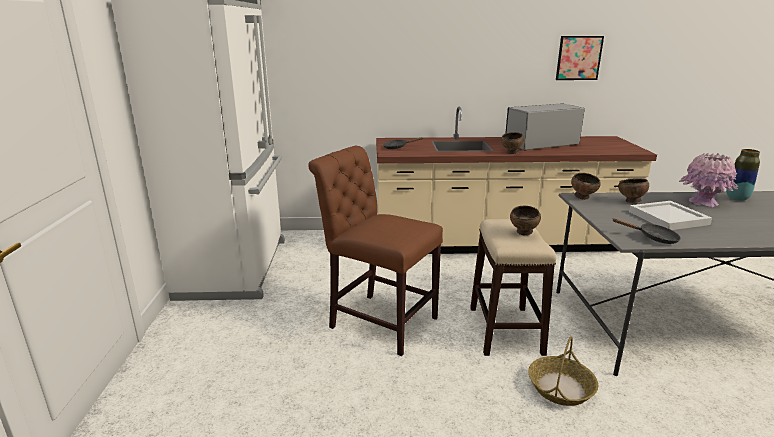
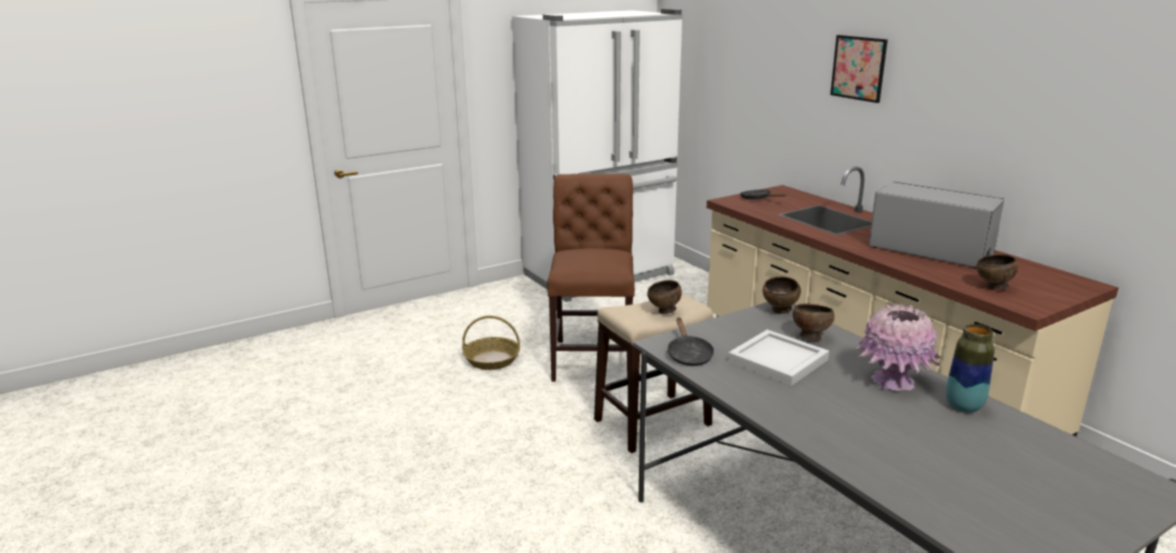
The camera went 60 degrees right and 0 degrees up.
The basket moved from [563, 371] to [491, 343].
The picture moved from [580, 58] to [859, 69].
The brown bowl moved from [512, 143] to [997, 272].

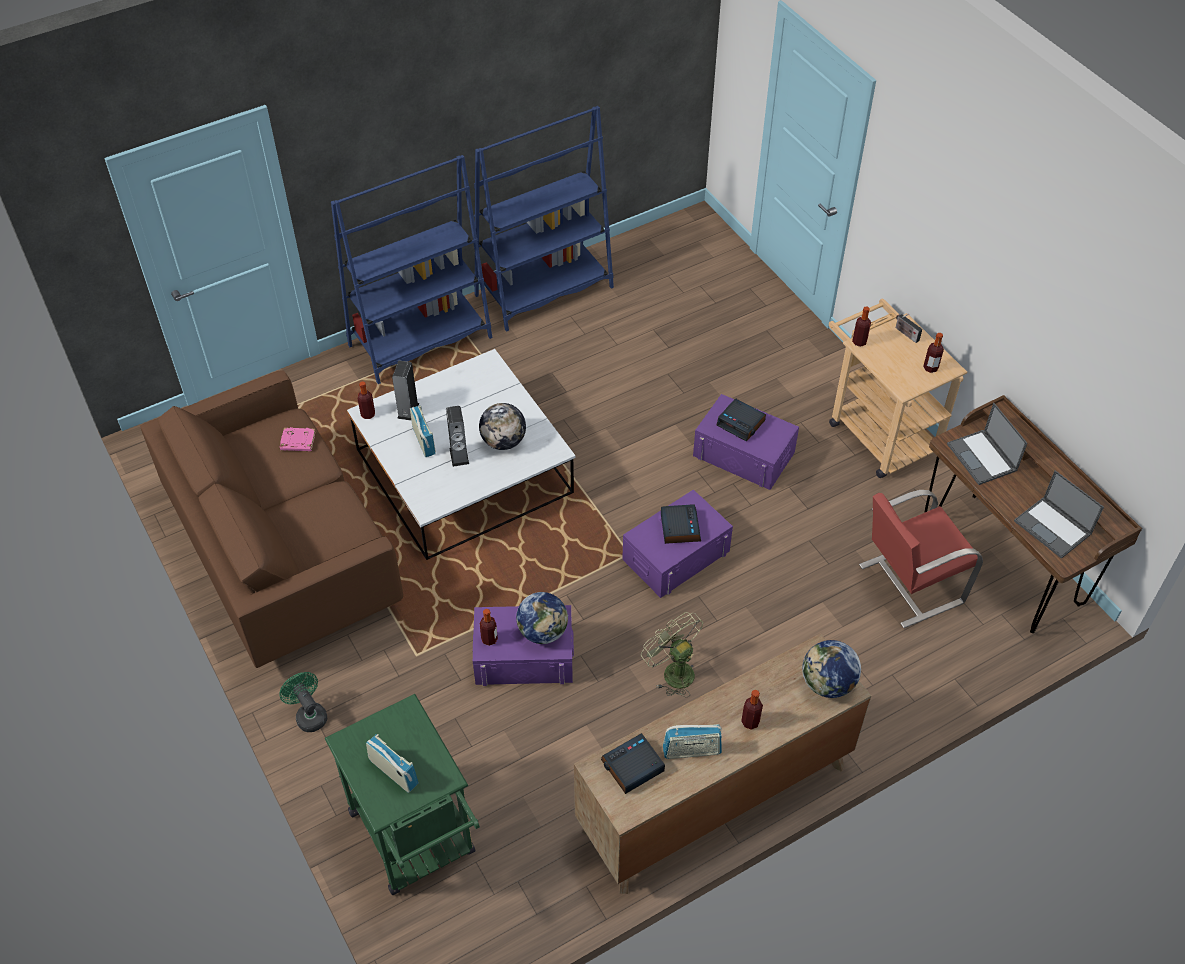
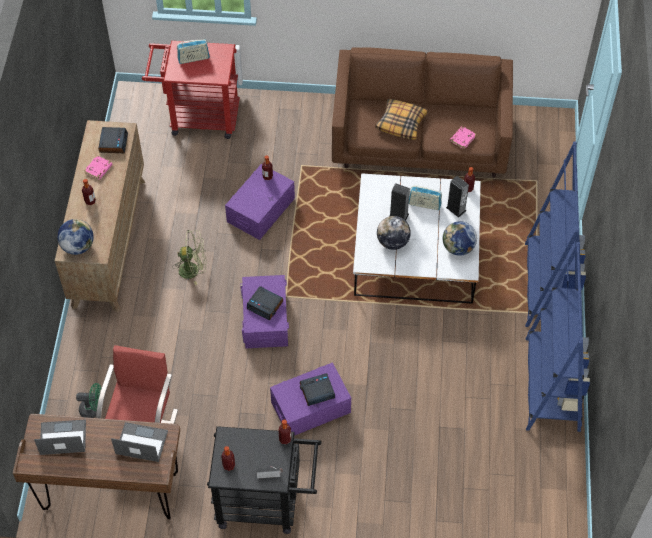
The camera went 125 degrees right and 5 degrees up.
The green fan moved from [303, 702] to [88, 400].
The radio at [692, 741] was replaced by the pink book at [98, 168].
The green cart at [402, 794] became the red cart at [191, 90].
The beige cart at [898, 388] became the black cart at [264, 480].
The pillow at [401, 119] appeared.
The globe moved from [542, 618] to [459, 238].

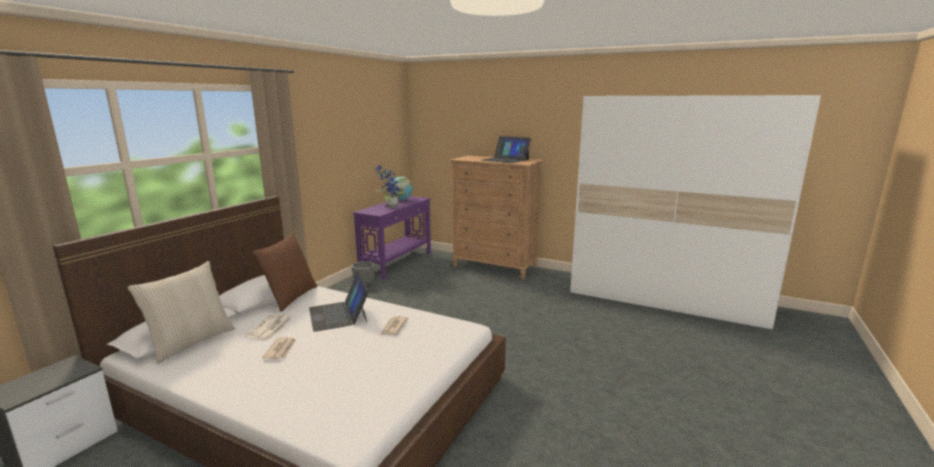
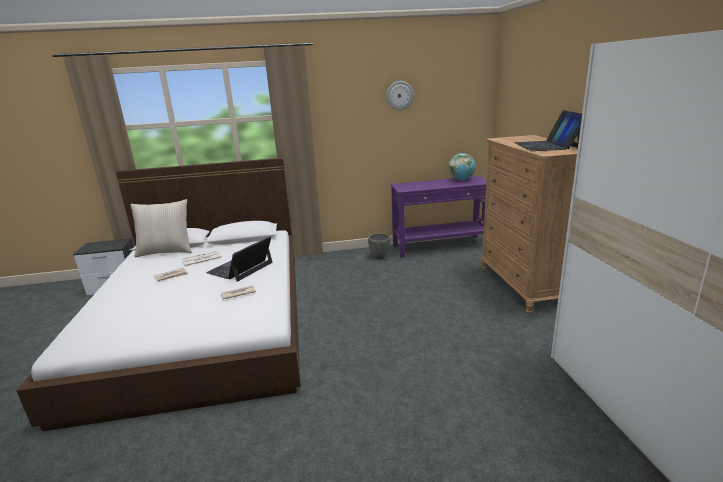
The camera went 55 degrees right and 5 degrees up.
The wall clock at [400, 96] appeared.
The brown pillow at [285, 272] disappeared.
The potted plant at [390, 186] disappeared.

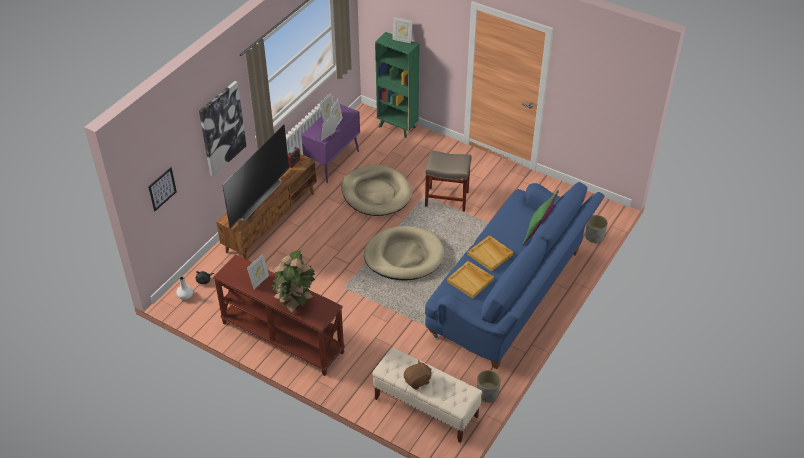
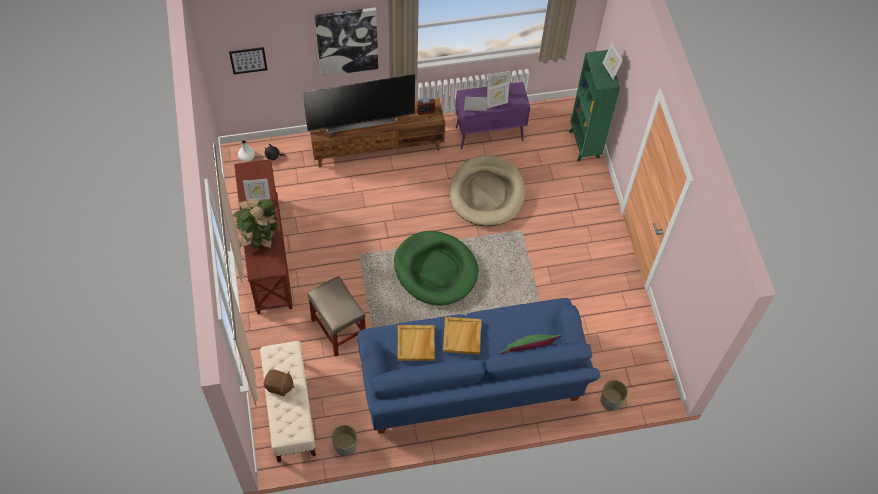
The camera went 45 degrees right and 15 degrees up.
The beige stool moved from [448, 181] to [336, 316].
The beige dog bed at [404, 253] became the green dog bed at [436, 268].

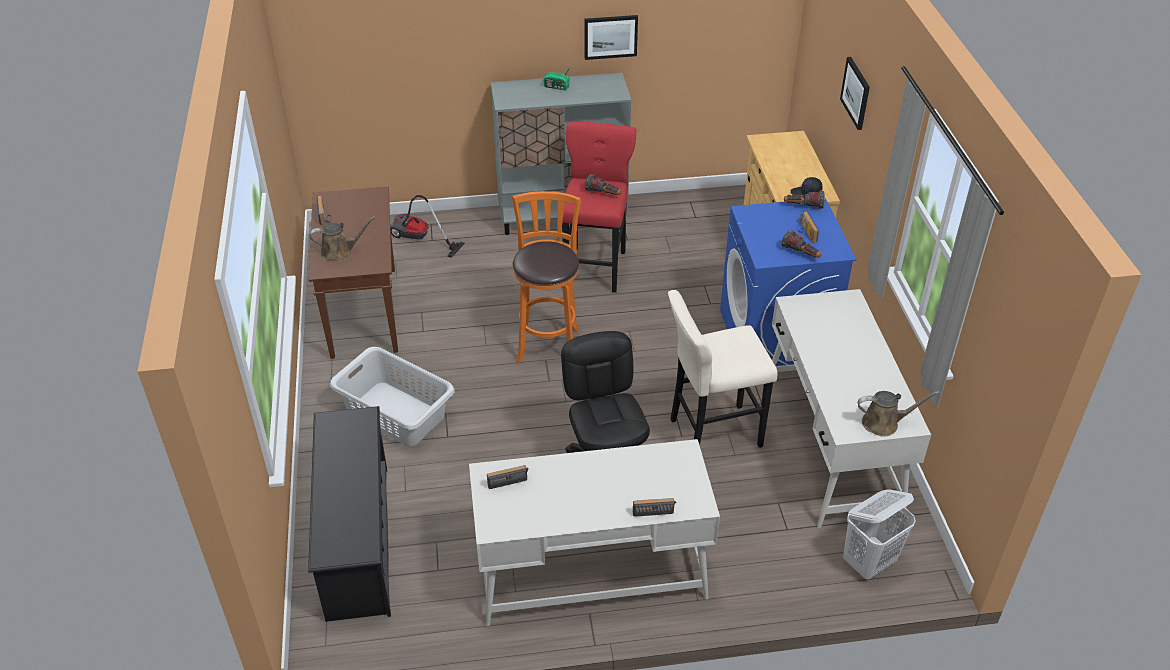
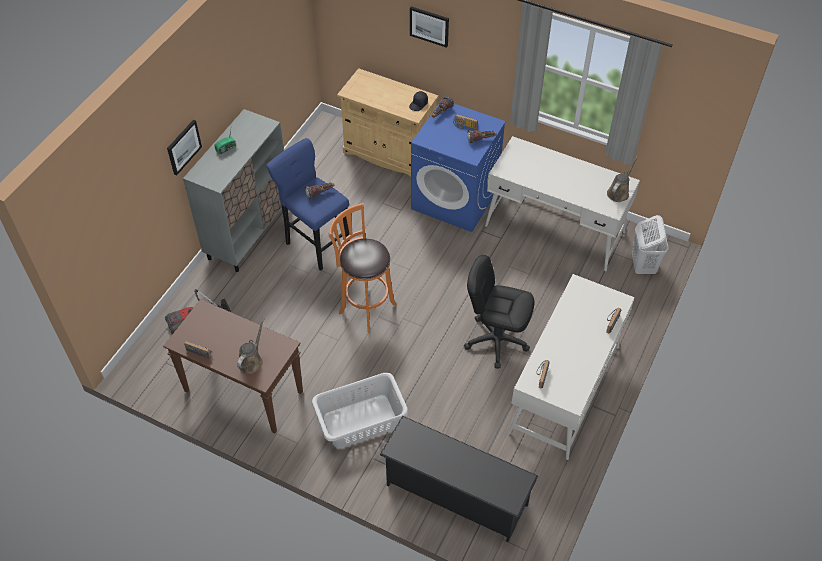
The camera went 55 degrees left and 10 degrees up.
The picture moved from [611, 37] to [184, 148].
The red stool at [599, 207] became the blue stool at [307, 204].
The beige stool at [723, 369] disappeared.

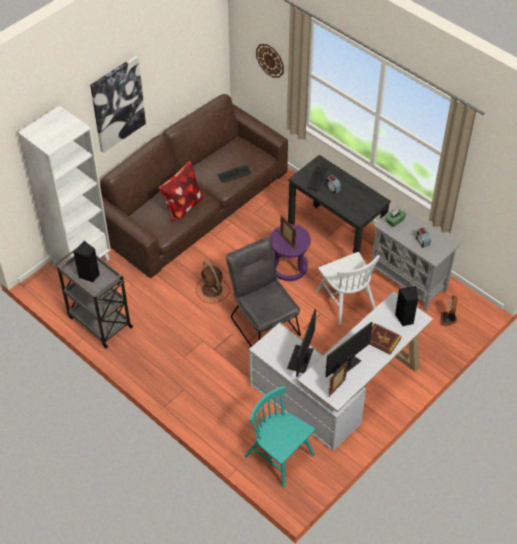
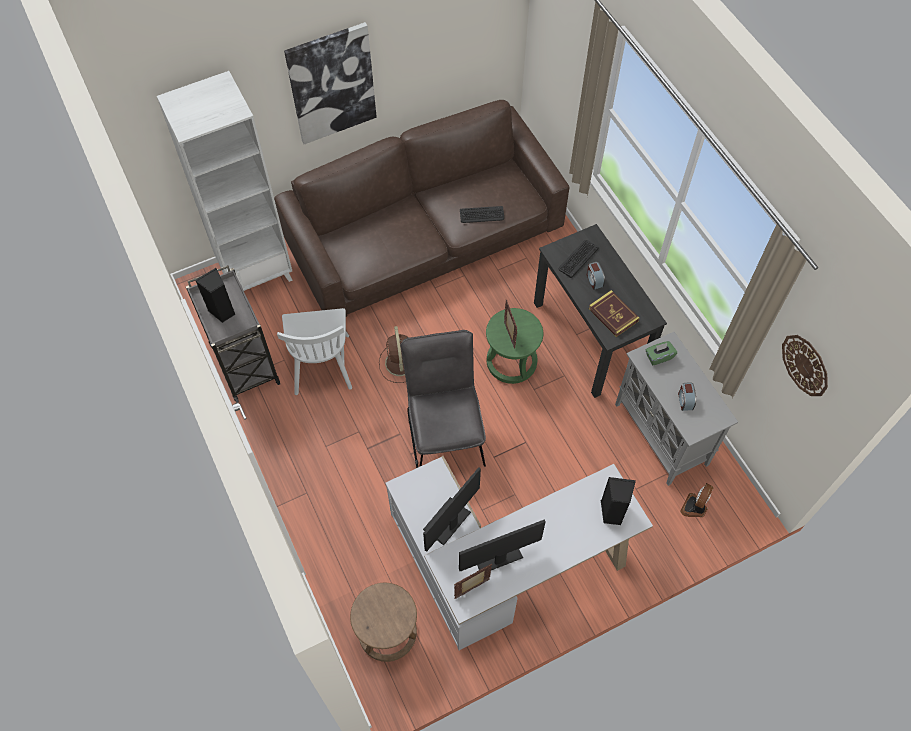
The camera went 20 degrees right and 10 degrees up.
The white chair moved from [348, 288] to [314, 351].
The turquoise chair at [280, 437] was replaced by the brown stool at [383, 622].
The purple stool at [290, 252] became the green stool at [514, 346].
The book moved from [385, 338] to [614, 313].
The wall clock moved from [270, 61] to [805, 365].
The pillow at [181, 191] disappeared.

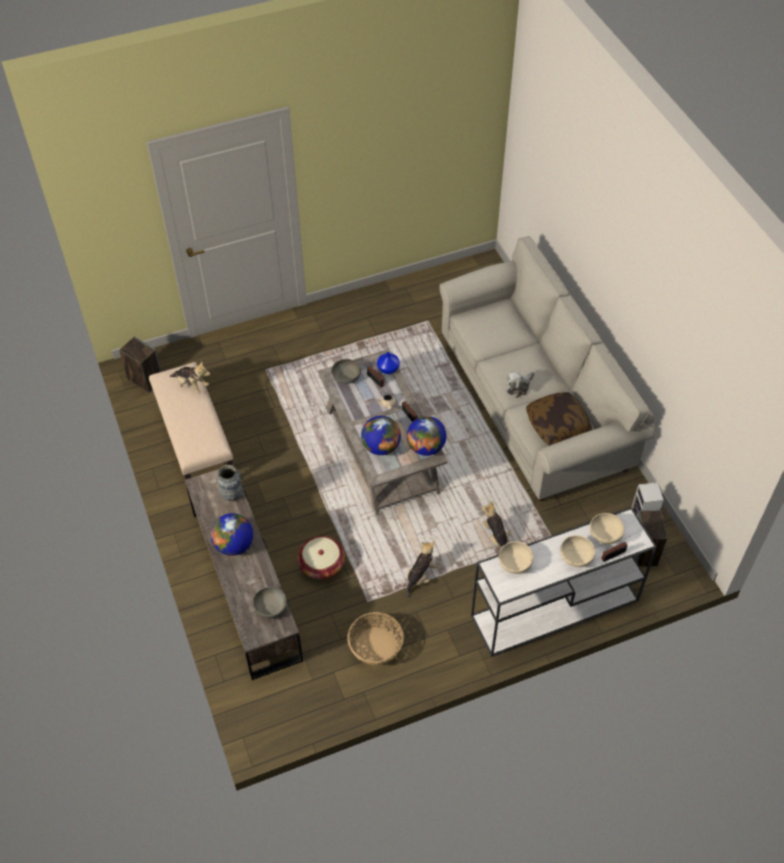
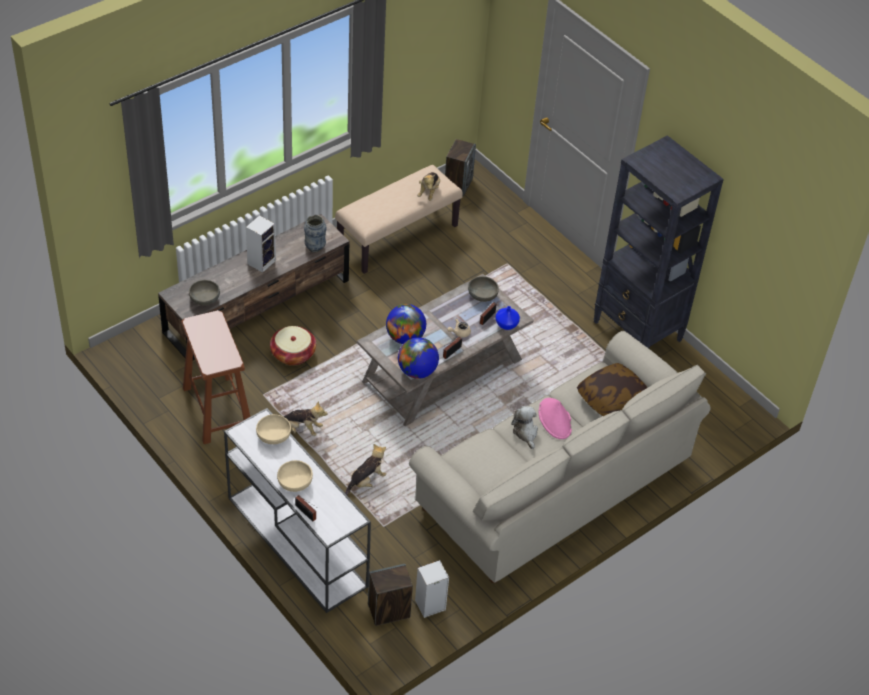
The camera went 70 degrees right and 5 degrees down.
The basket at [375, 638] was replaced by the brown stool at [216, 377].
The globe at [232, 534] was replaced by the speaker at [261, 244].
The plush toy at [521, 384] turned 45 degrees clockwise.
The pink hat at [555, 418] appeared.
The pillow moved from [559, 419] to [612, 389].
The black bookcase at [658, 241] appeared.
The beige bowl at [607, 528] disappeared.

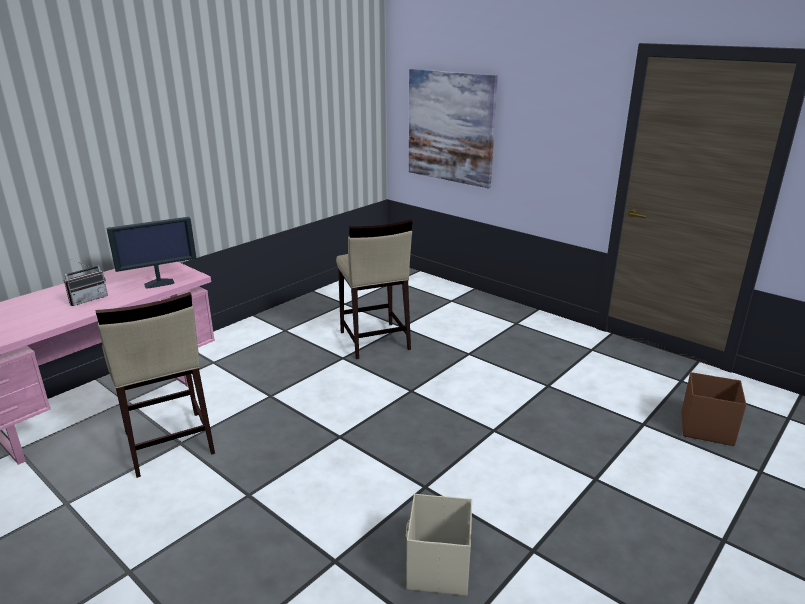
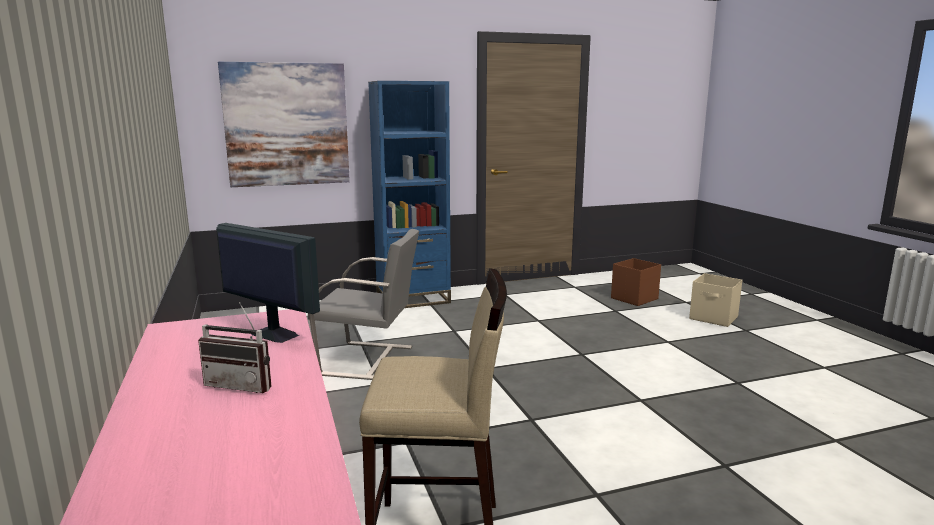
The camera went 60 degrees left and 10 degrees down.
The radio at [86, 282] turned 120 degrees clockwise.
The monitor at [151, 253] turned 60 degrees counterclockwise.
The beige stool at [374, 289] was replaced by the grey chair at [363, 304].
The blue bookcase at [409, 194] appeared.
The beige storage box moved from [439, 545] to [715, 300].

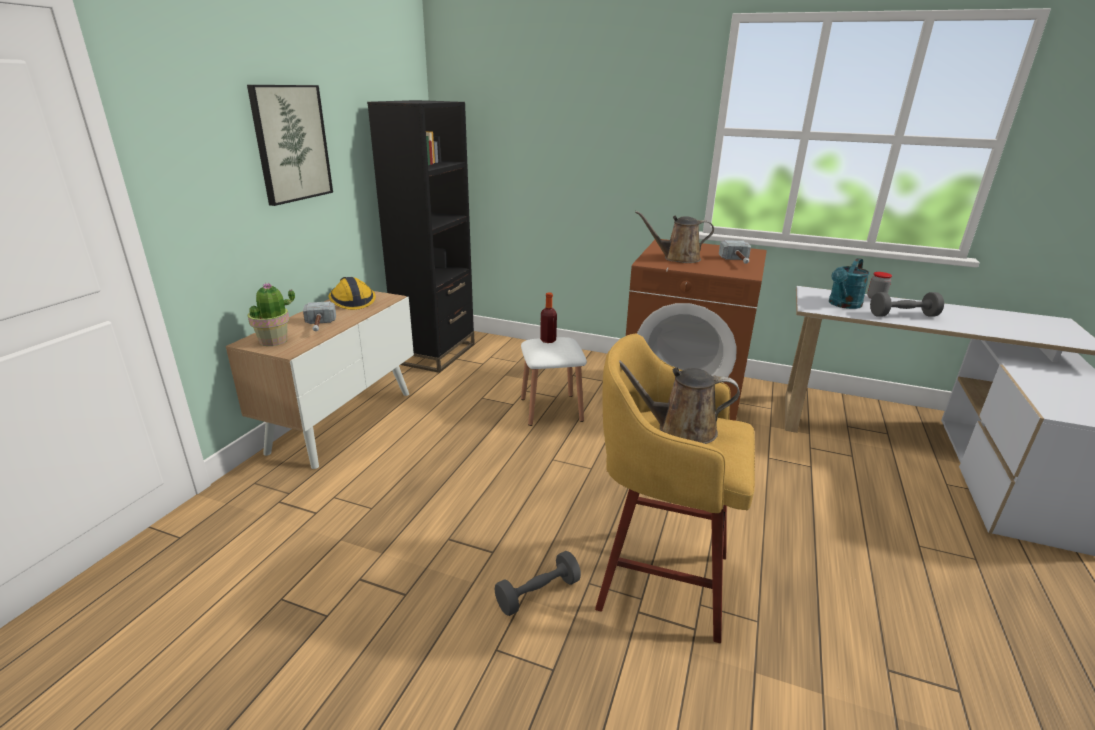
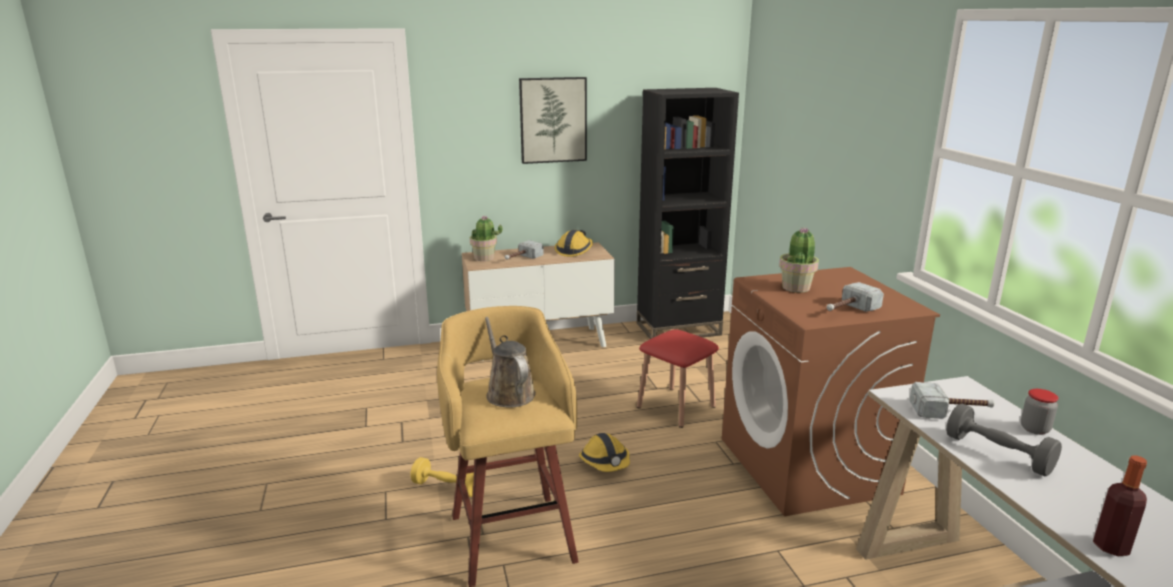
The camera went 55 degrees right and 5 degrees down.
The grey dumbbell at [537, 583] became the yellow dumbbell at [442, 477].
The hard hat at [604, 452] appeared.
The white stool at [554, 381] became the red stool at [678, 378].
The brown watering can at [674, 237] was replaced by the potted plant at [799, 260].
The turquoise watering can at [849, 283] was replaced by the hammer at [952, 400].
The bottle moved from [548, 317] to [1120, 505].

